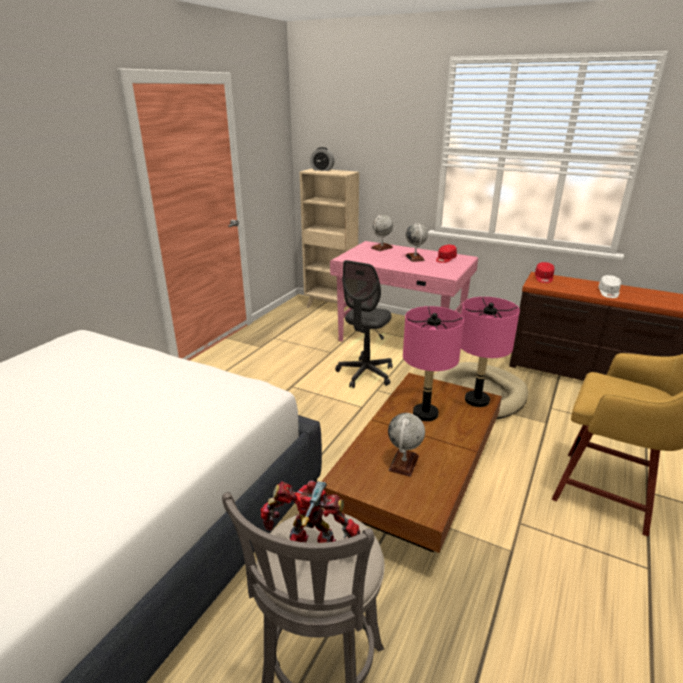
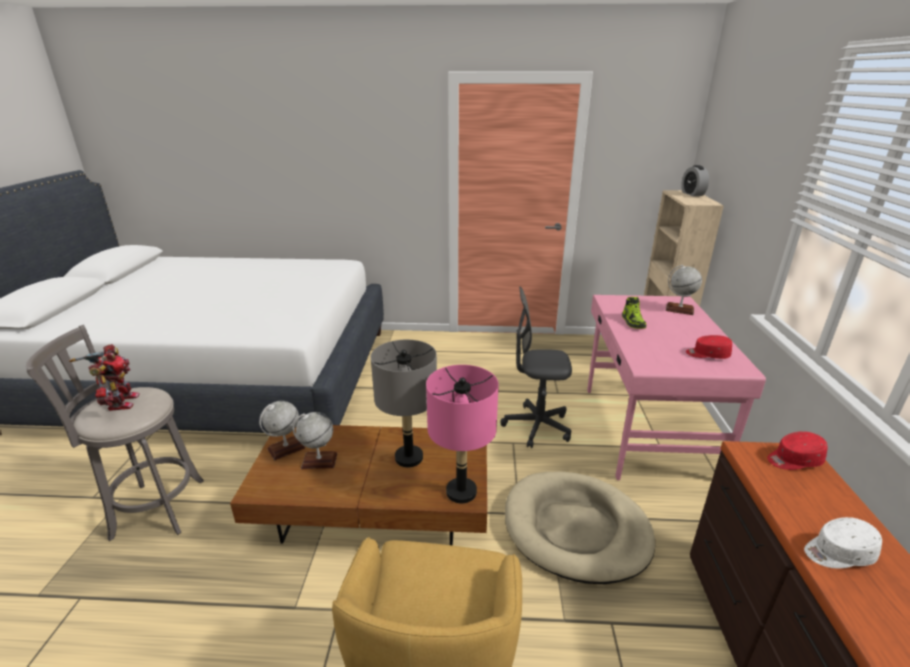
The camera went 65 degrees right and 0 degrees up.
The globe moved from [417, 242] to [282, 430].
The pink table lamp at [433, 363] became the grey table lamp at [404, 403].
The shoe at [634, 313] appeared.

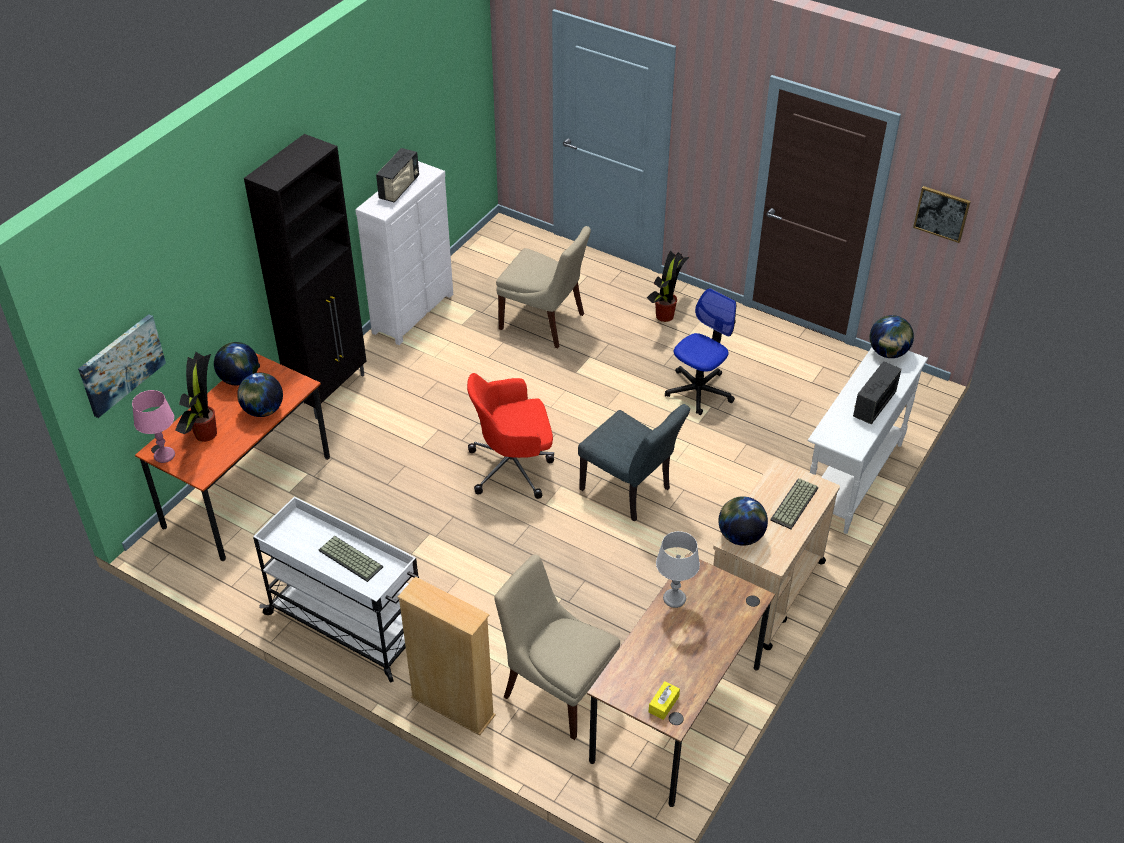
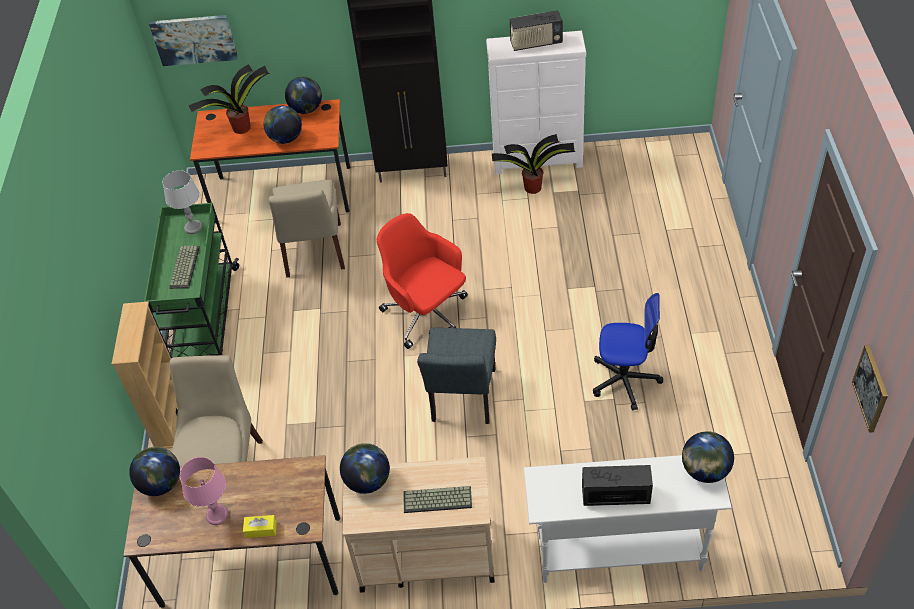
The camera went 60 degrees right and 5 degrees up.
The globe at [154, 471] appeared.
The white cart at [336, 589] became the green cart at [191, 280].
The grey table lamp moved from [678, 569] to [182, 202].
The pink table lamp moved from [153, 426] to [204, 491].
The yellow tissue box moved from [664, 700] to [260, 526].
The beige chair moved from [543, 287] to [306, 229].
The potted plant moved from [668, 286] to [533, 164].

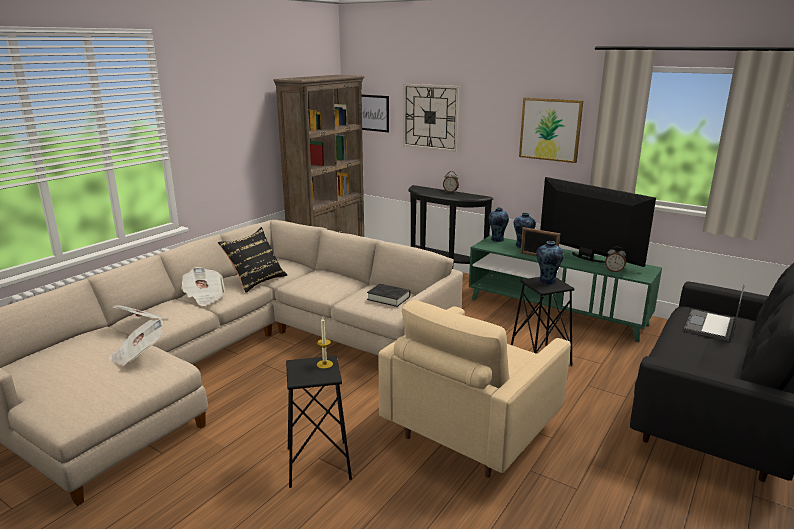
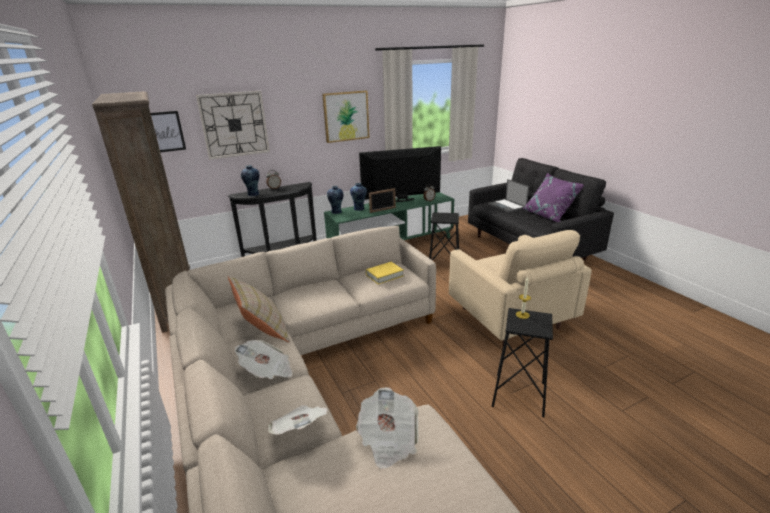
The camera went 60 degrees left and 5 degrees up.
The black pillow at [252, 260] became the beige pillow at [259, 309].
The vase moved from [550, 263] to [250, 180].
The black book at [388, 295] became the yellow book at [385, 273].
The purple pillow at [553, 197] appeared.

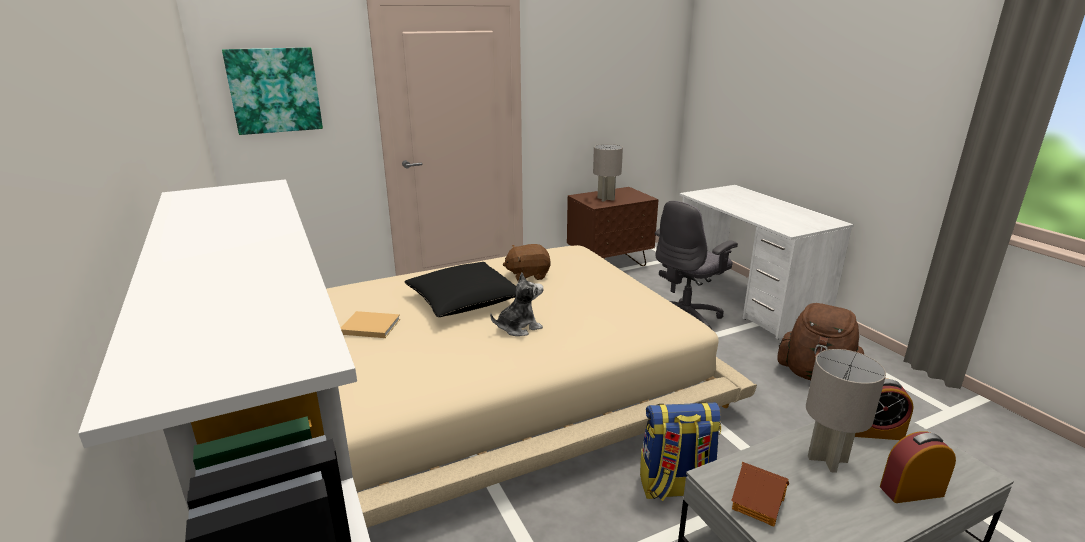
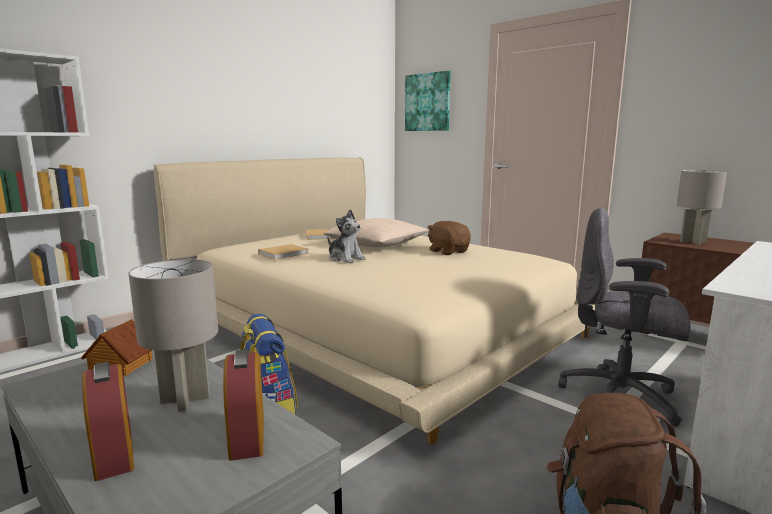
The camera went 70 degrees right and 10 degrees down.
The beige book at [283, 252] appeared.
The black pillow at [460, 289] became the beige pillow at [376, 233].

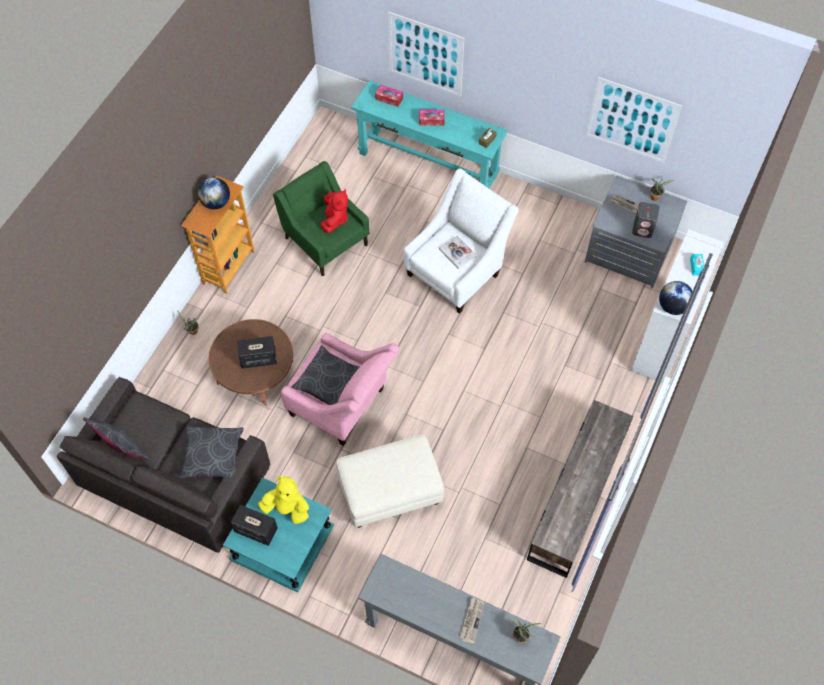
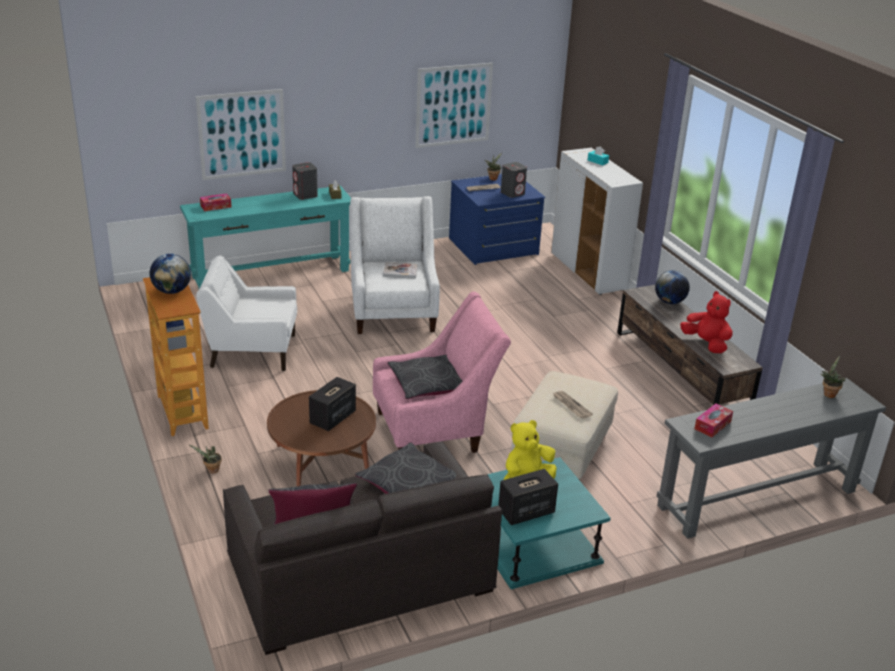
The camera went 50 degrees left and 30 degrees down.
The green armchair at [321, 218] became the white armchair at [246, 313].
The grey speaker at [305, 181] appeared.
The grey dresser at [636, 232] became the blue dresser at [497, 219].
The newspaper moved from [472, 620] to [573, 405].
The globe moved from [675, 298] to [672, 287].
The red plush toy moved from [334, 211] to [706, 322].
The tissue box moved from [432, 118] to [713, 420].

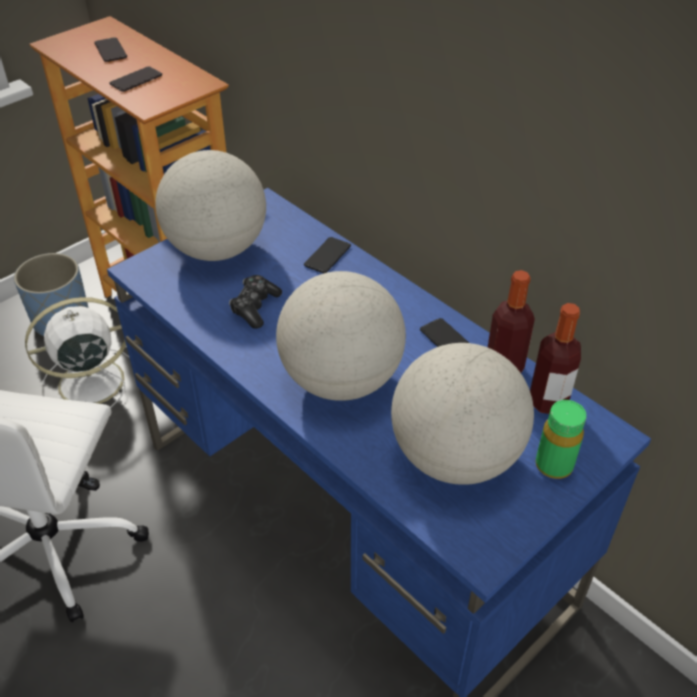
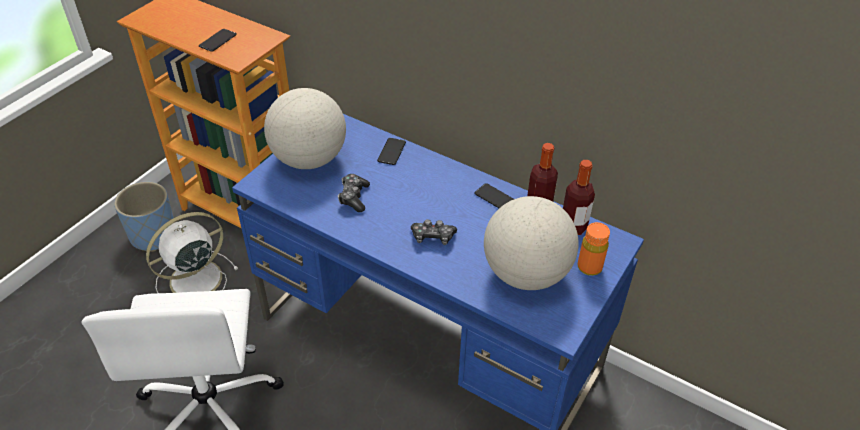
The camera went 15 degrees left and 0 degrees up.
The globe at [341, 336] was replaced by the game controller at [434, 232].
The green bottle at [561, 439] became the orange bottle at [594, 249].
The phone at [110, 49] disappeared.

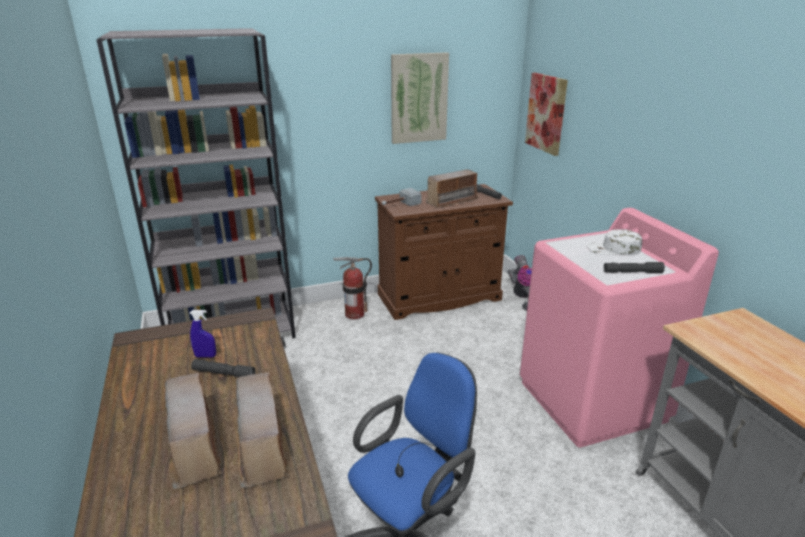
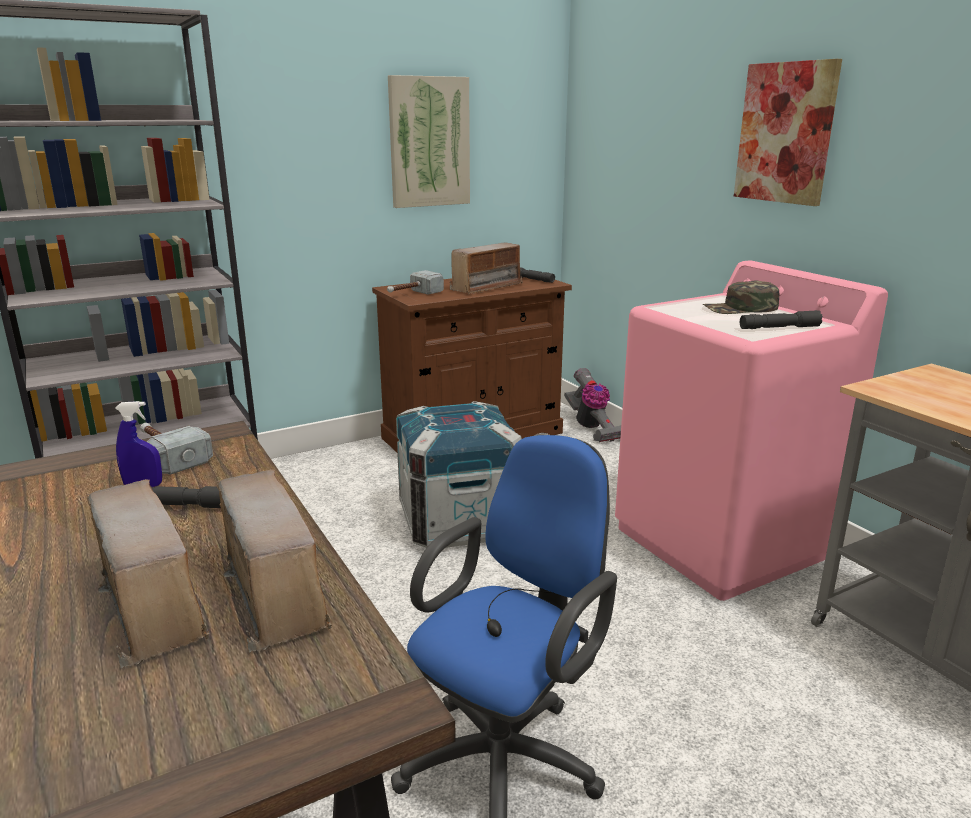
The camera went 10 degrees left and 5 degrees down.
The hammer at [176, 449] appeared.
The crate at [459, 474] appeared.
The white cap at [614, 242] became the green cap at [741, 297].
The picture moved from [546, 114] to [788, 132].
The fire extinguisher at [352, 288] disappeared.

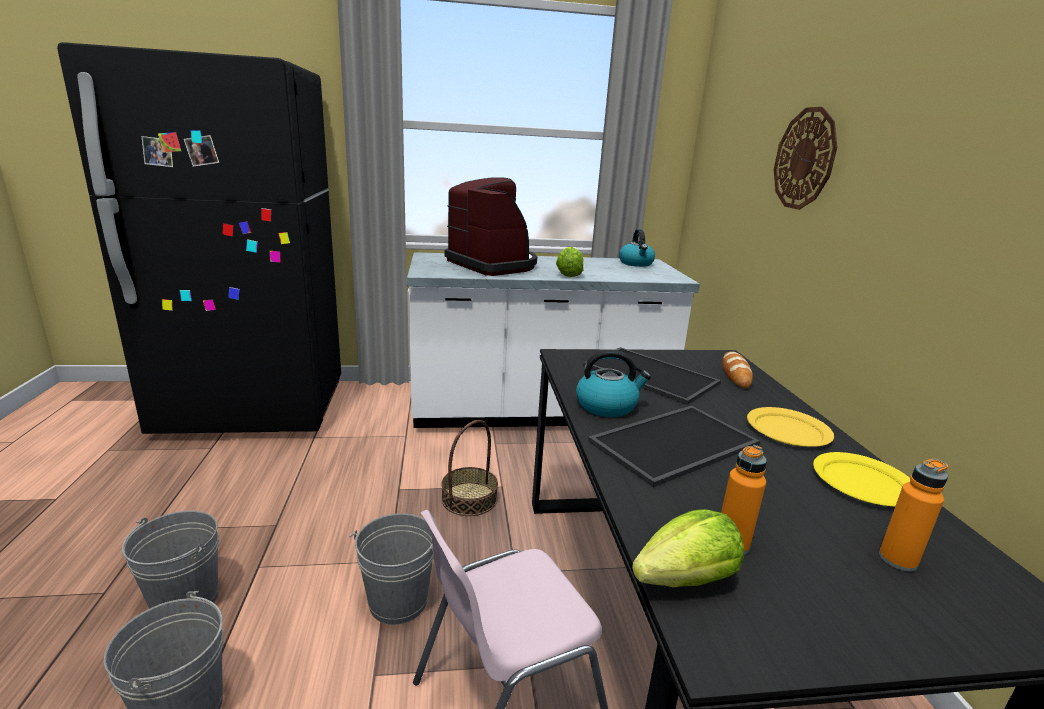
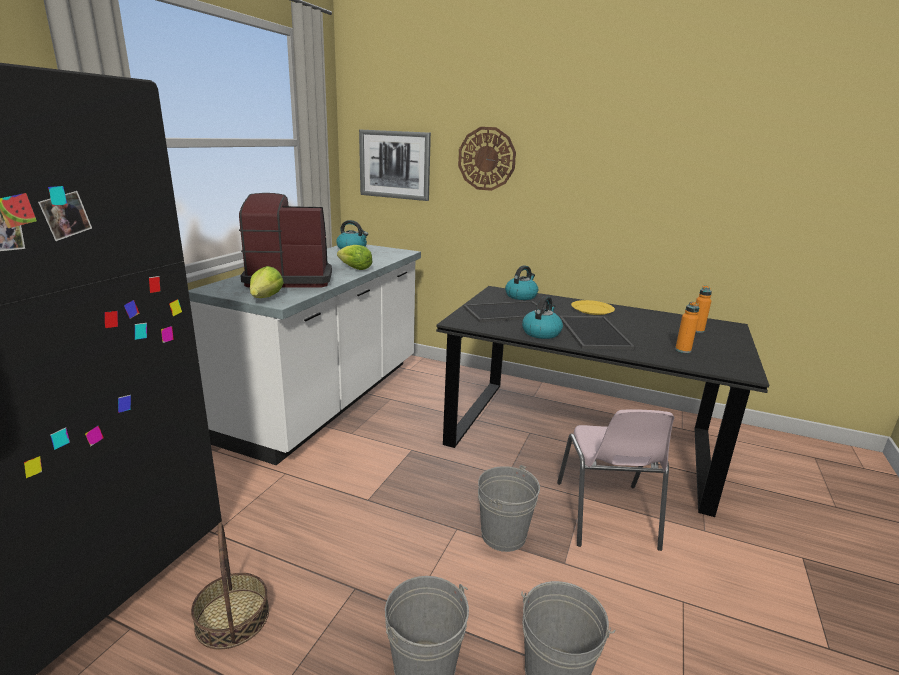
The camera went 60 degrees left and 0 degrees up.
The basket moved from [469, 468] to [230, 586].
The lettuce moved from [688, 548] to [267, 282].
The picture at [395, 165] appeared.
The bread at [737, 369] was replaced by the kettle at [521, 282].
The yellow plate at [861, 479] disappeared.

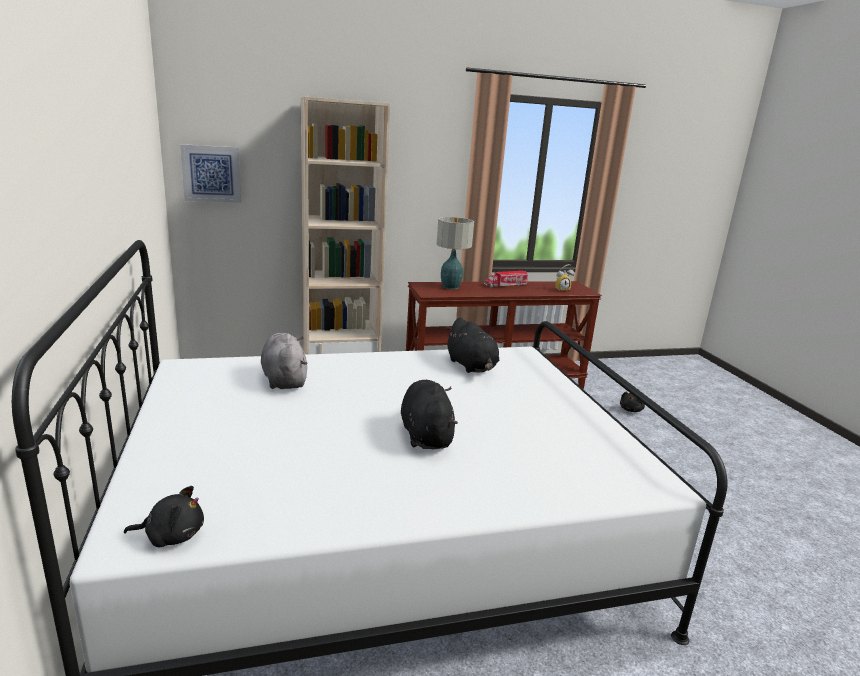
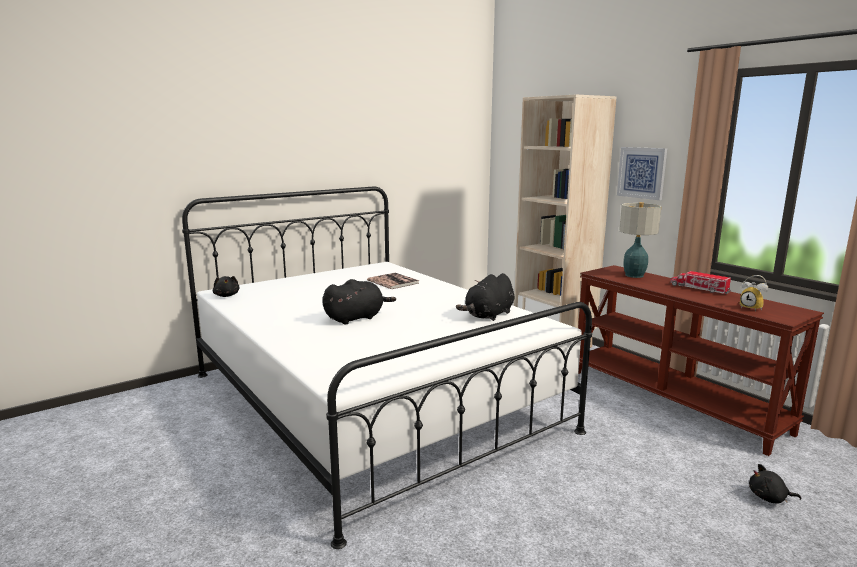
The camera went 70 degrees right and 5 degrees down.
The grey plush toy at [284, 361] was replaced by the book at [393, 281].
The picture moved from [210, 173] to [642, 173].

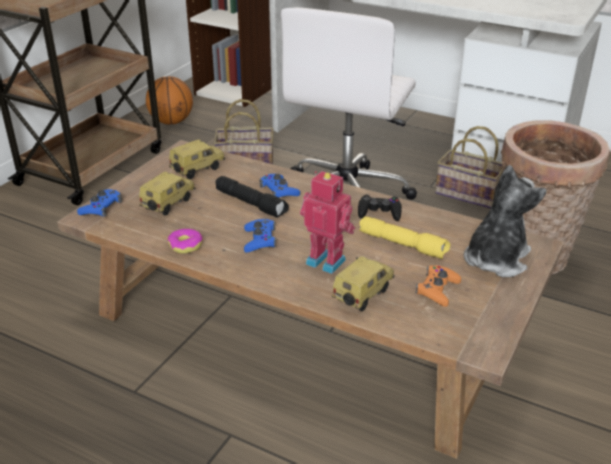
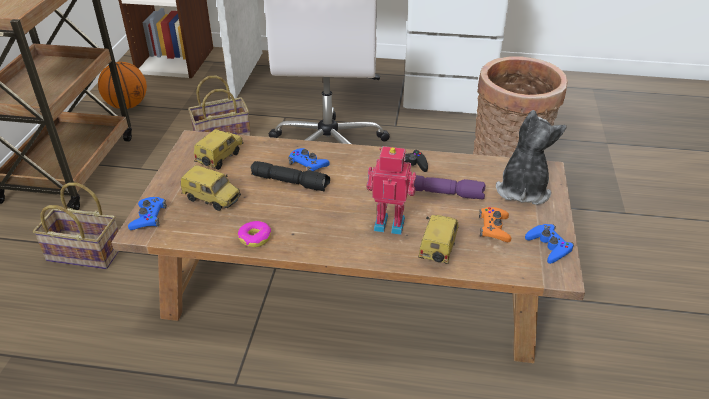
The camera went 20 degrees left and 5 degrees up.
The basket moved from [469, 167] to [76, 226].
The toy car at [167, 194] turned 105 degrees clockwise.
The yellow flashlight at [404, 237] became the purple flashlight at [450, 187].
The blue game controller moved from [260, 236] to [549, 244].

